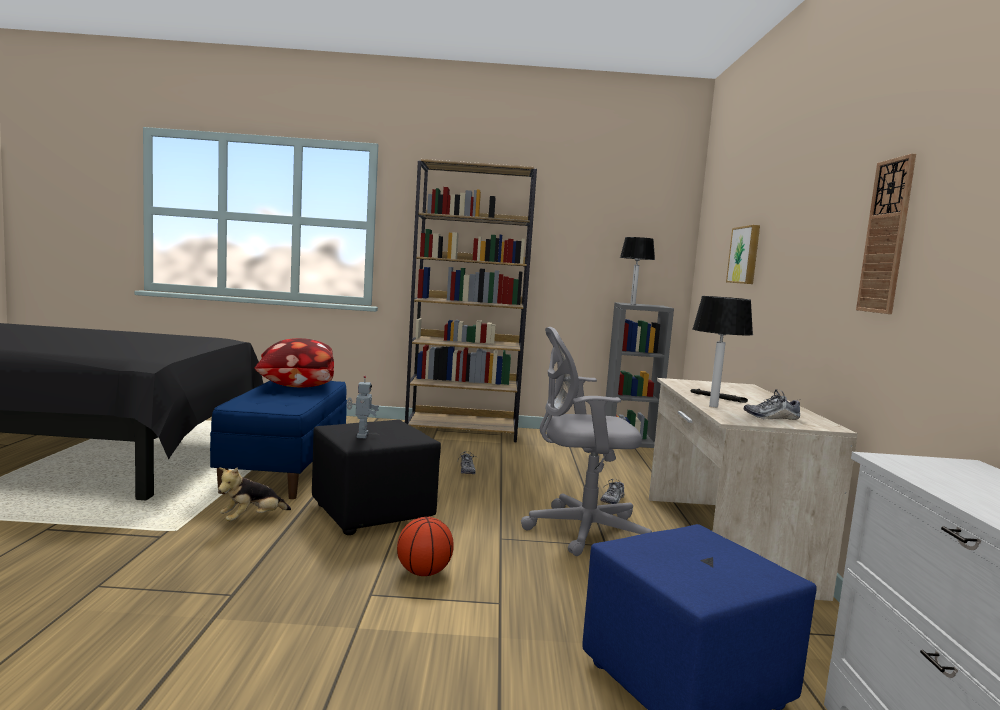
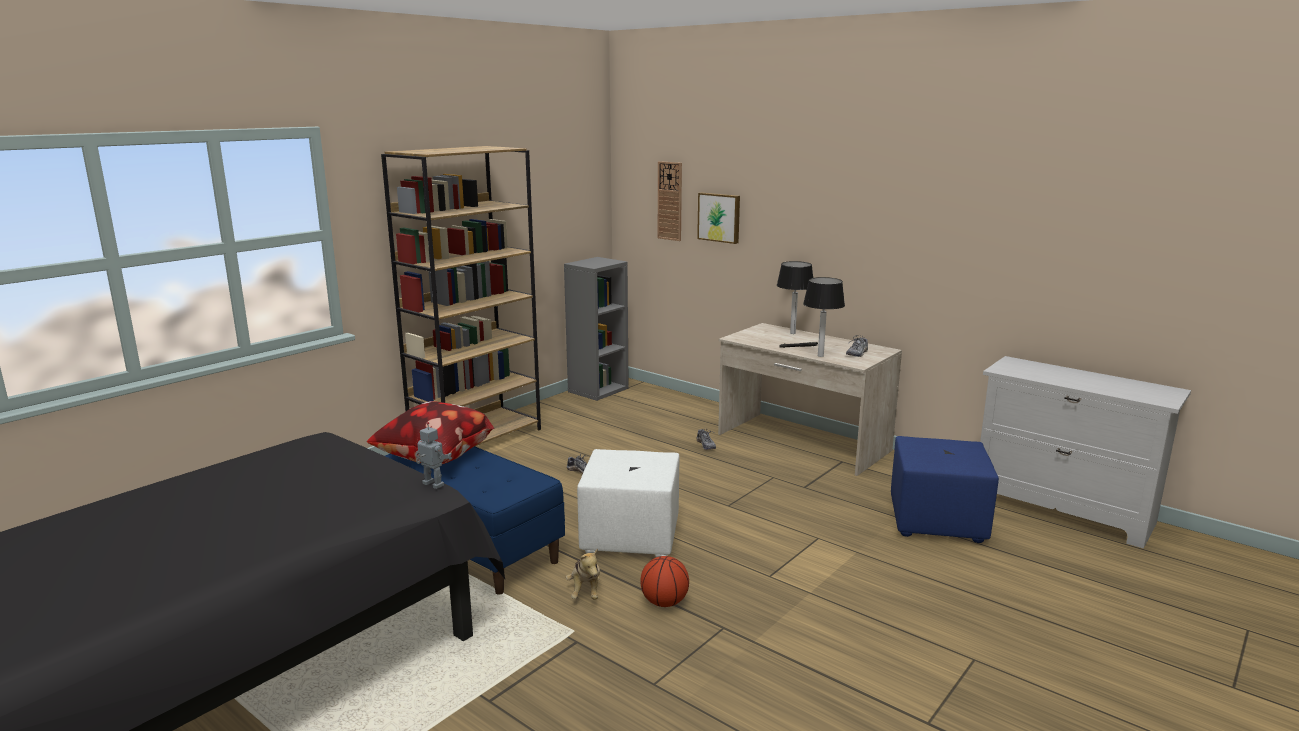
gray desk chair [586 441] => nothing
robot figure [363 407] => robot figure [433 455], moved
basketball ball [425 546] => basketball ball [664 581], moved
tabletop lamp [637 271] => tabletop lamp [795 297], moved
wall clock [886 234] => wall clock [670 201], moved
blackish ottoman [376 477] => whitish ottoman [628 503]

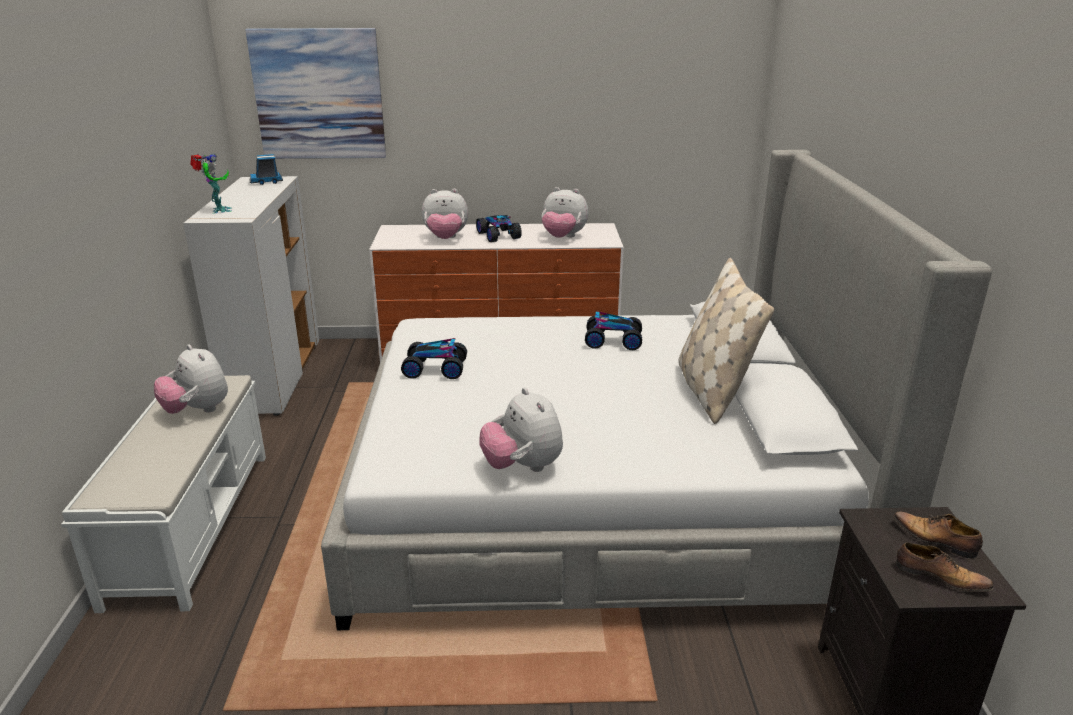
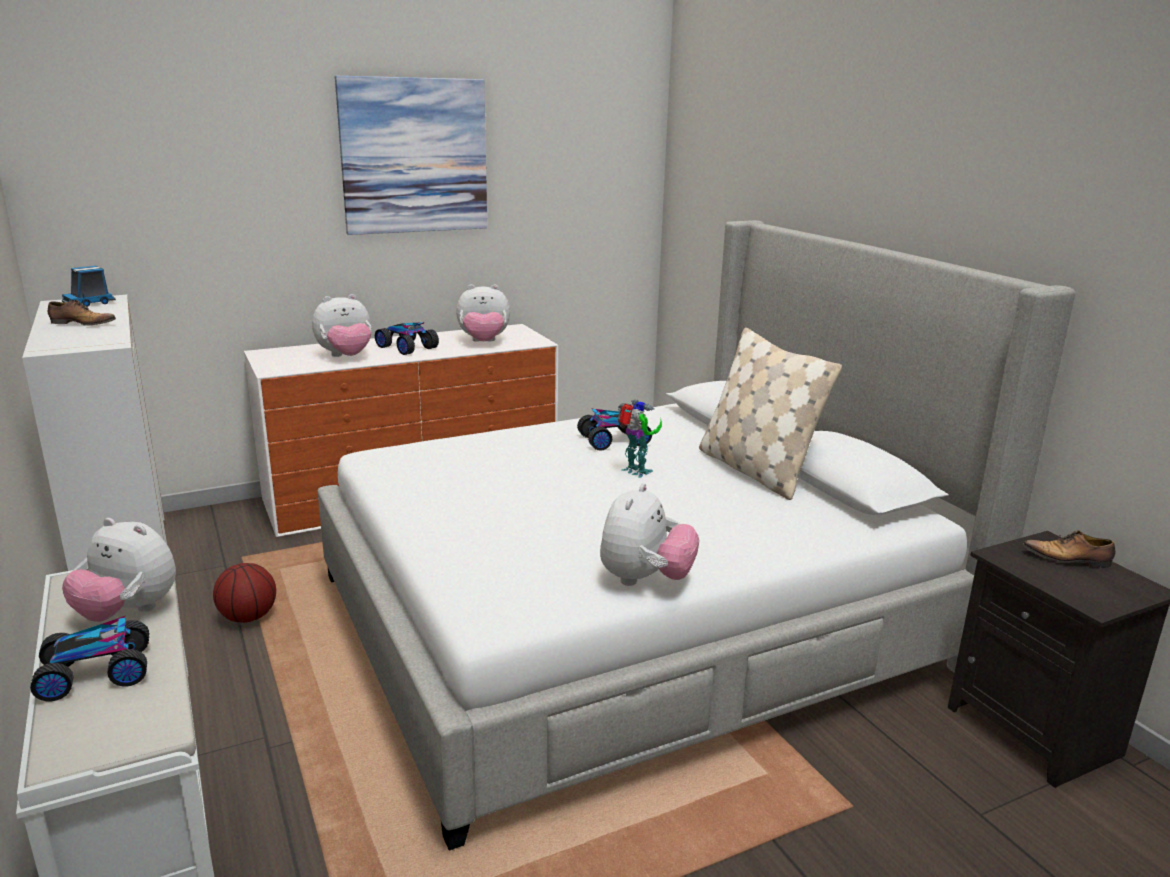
nothing => basketball ball [244 593]
robot figure [211 183] => robot figure [639 439], moved
wall art [315 93] => wall art [411 155], moved
toy car [434 358] => toy car [89 658], moved
shoe [944 567] => shoe [82 312], moved
soft toy [521 429] => soft toy [649 534], 105 degrees counterclockwise

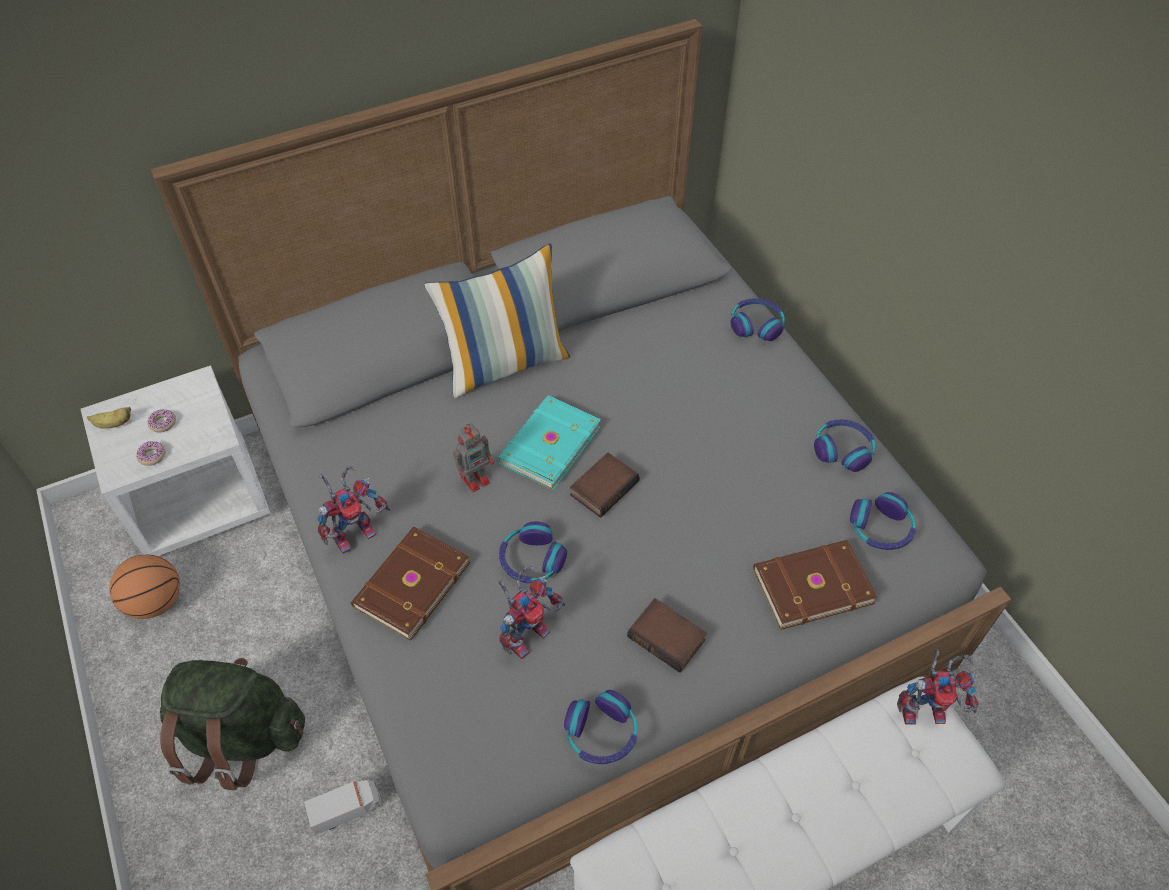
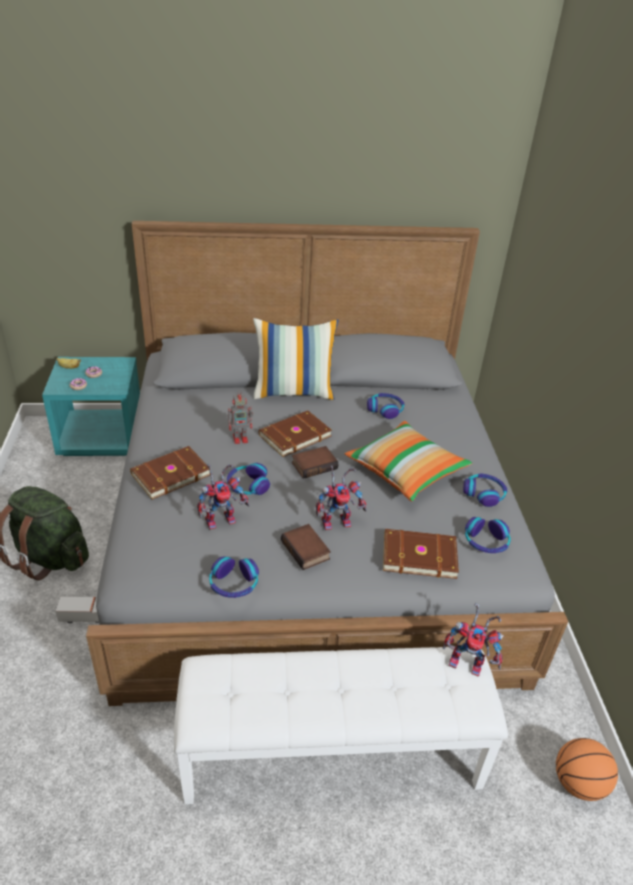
nothing => throw pillow [408 461]
basketball ball [144 587] => basketball ball [587 769], moved
robot figure [354 510] => robot figure [341 498], moved
pair of headphones [757 319] => pair of headphones [386 406], moved
whitish night table [176 460] => turquoise-coloured night table [91 406]
turquoise-coloured bound book [549 442] => brown-coloured bound book [295 433]

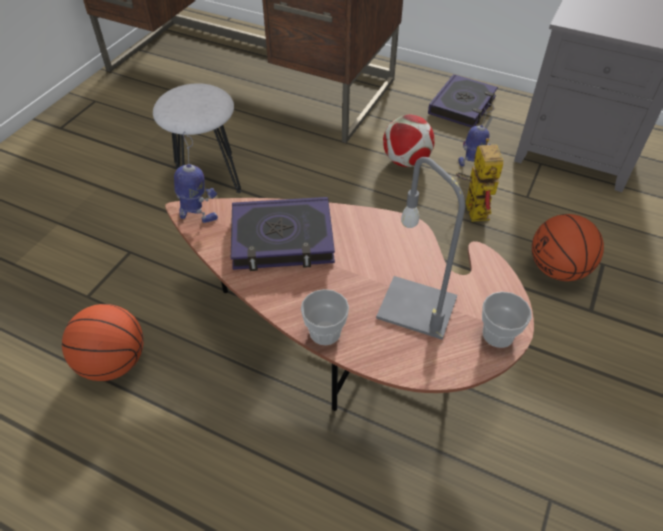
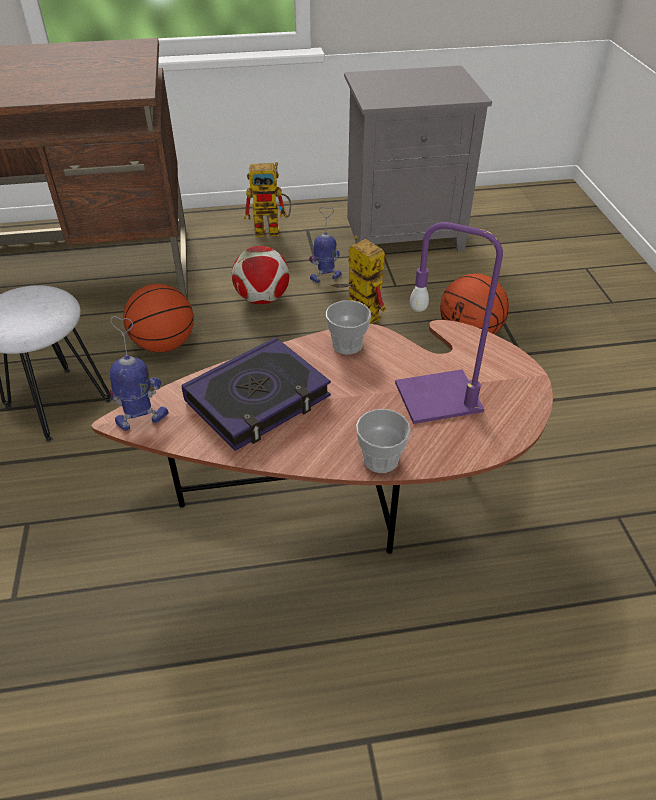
basketball ball [103 342] => basketball ball [158 318], moved
cup [507 320] => cup [348 327], moved
bound book [463 101] => robot figure [267 199]
gray tabletop lamp [420 248] => purple-coloured tabletop lamp [449 323]

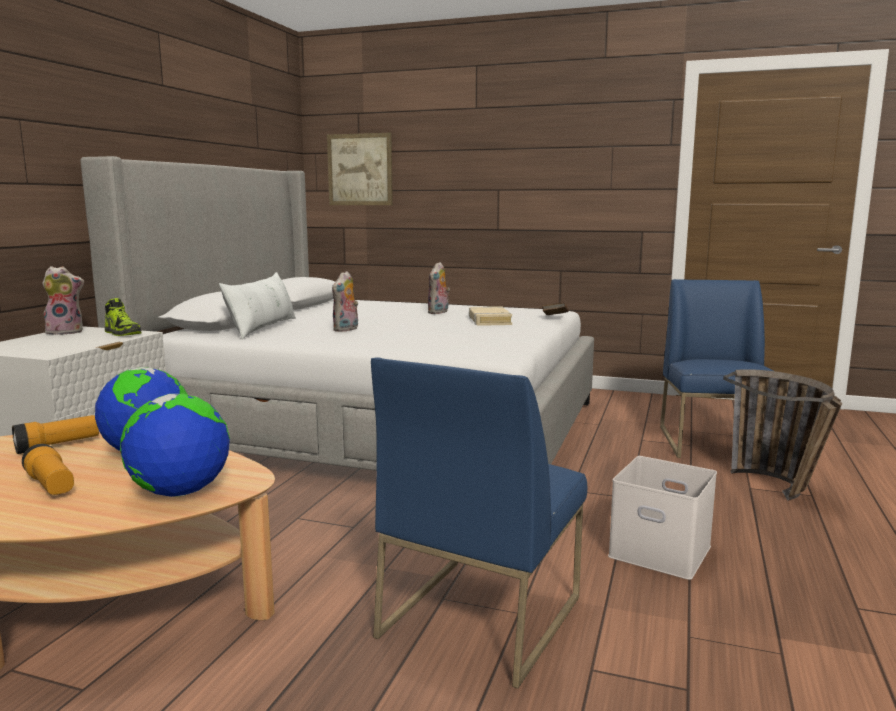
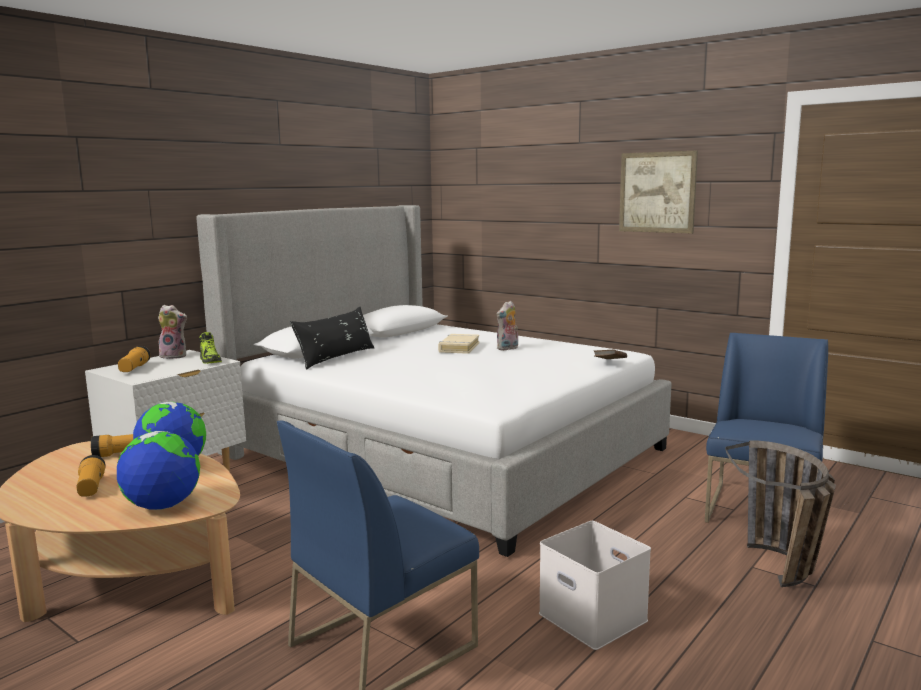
soft toy [345 301] => nothing
nothing => flashlight [134 359]
wall art [360 169] => wall art [658 192], moved
sand-coloured bound book [490 316] => sand-coloured bound book [458 344], moved
whitish throw pillow [257 305] => blackish throw pillow [332 338]

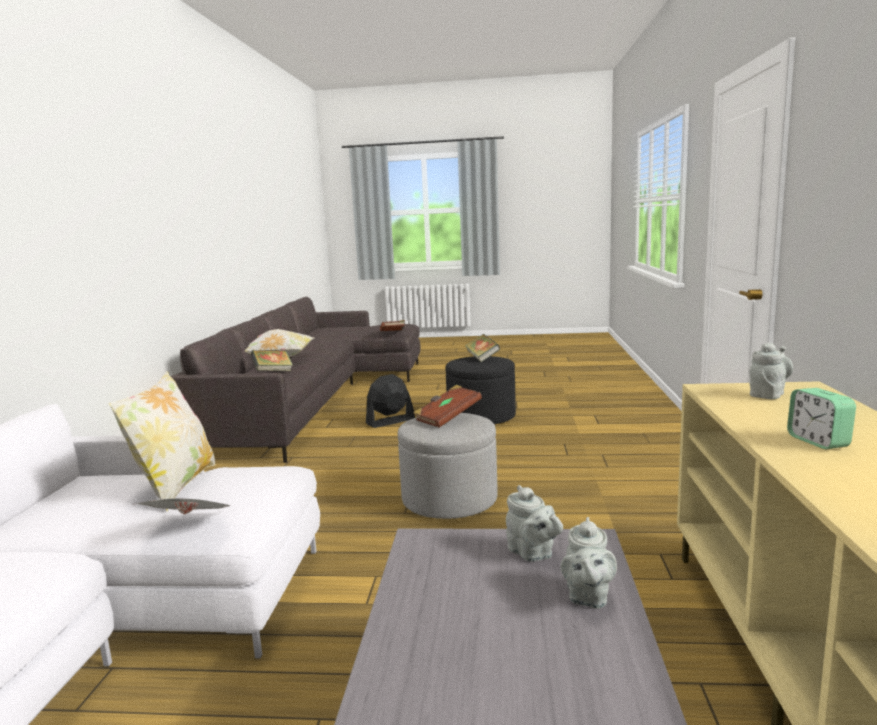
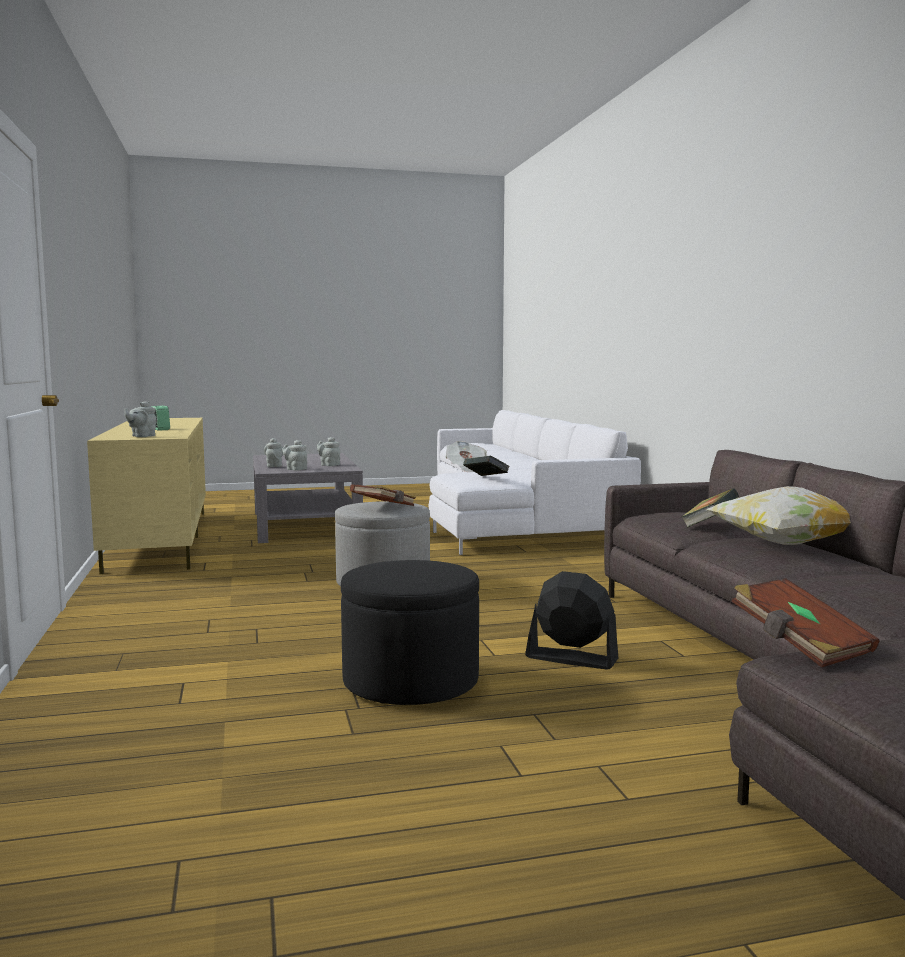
throw pillow [162 441] => nothing
nothing => gray pot for tea [328 451]
bound book [482 348] => bound book [486 466], moved
blackish cooling fan [390 401] => blackish cooling fan [571 620], 105 degrees counterclockwise

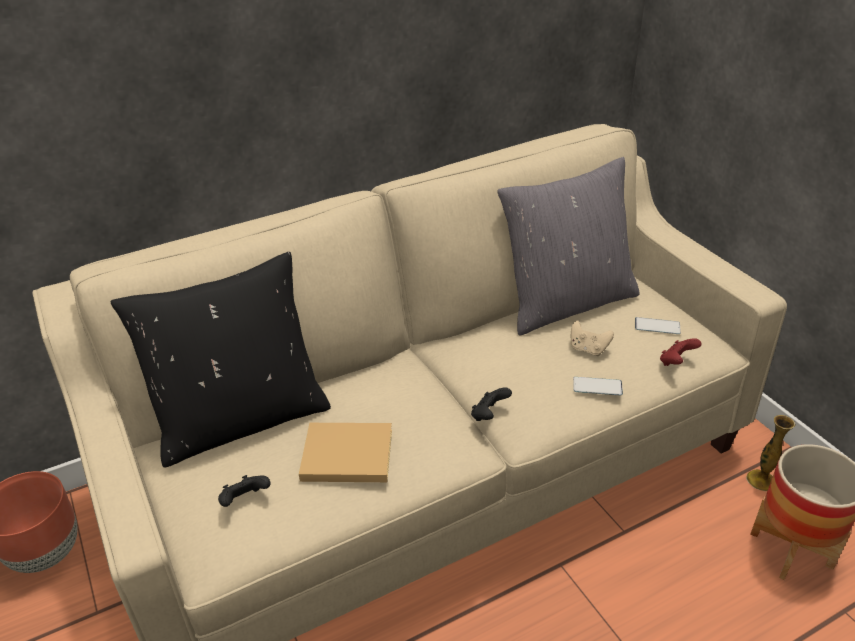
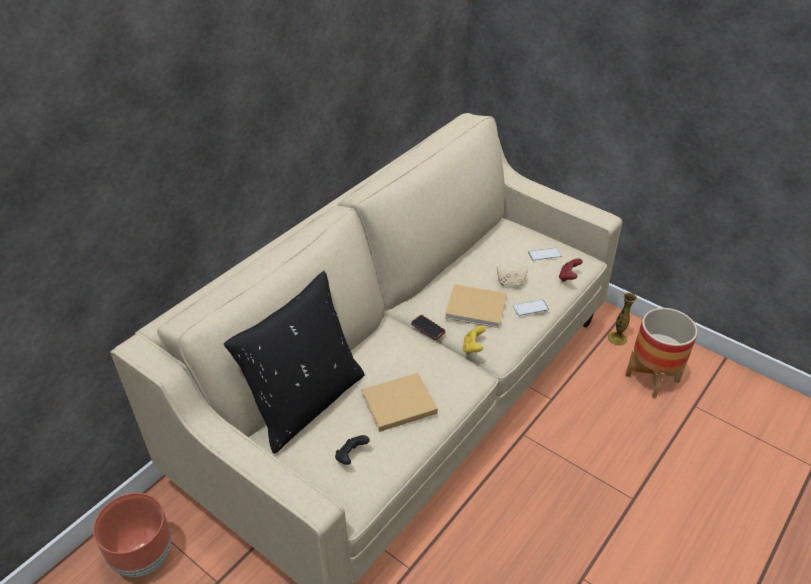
gray throw pillow [568 246] => nothing
nothing => telephone [428 327]
nothing => sand-coloured bound book [476 306]
blackish joypad [491 404] => yellowish joypad [474 340]

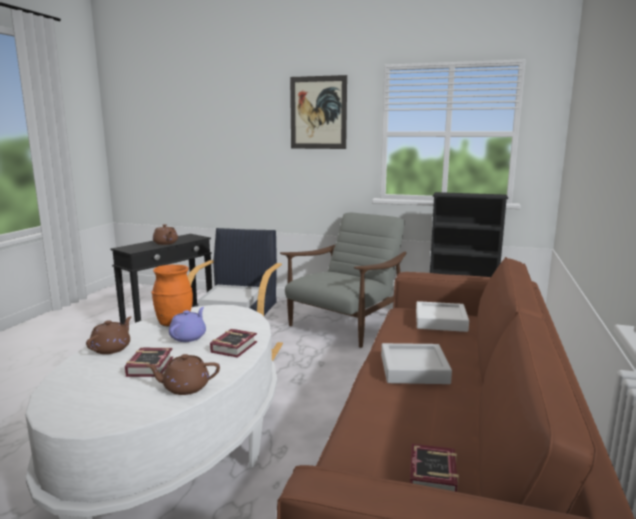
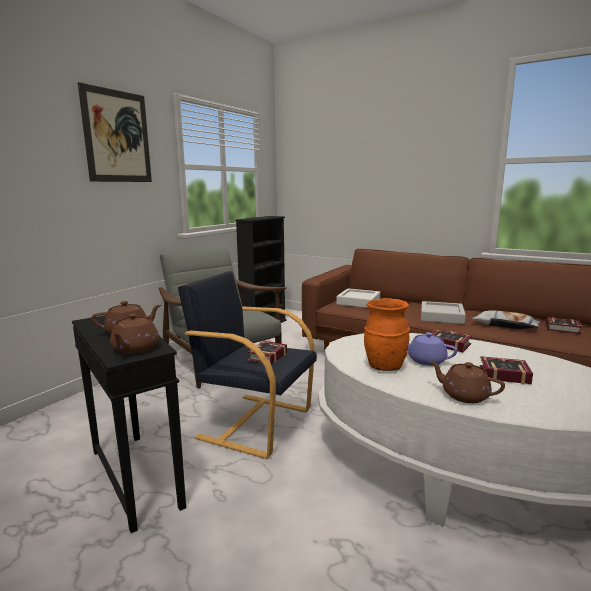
nothing => throw pillow [506 319]
brown-coloured pot for tea [182 374] => brown-coloured pot for tea [134 334], moved
whitish carrying tray [228 296] => bound book [267 352]

